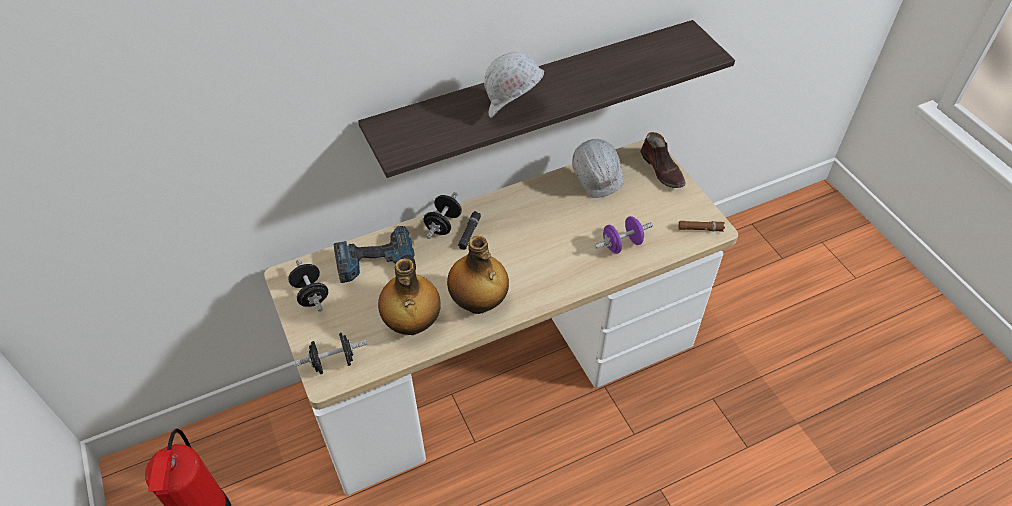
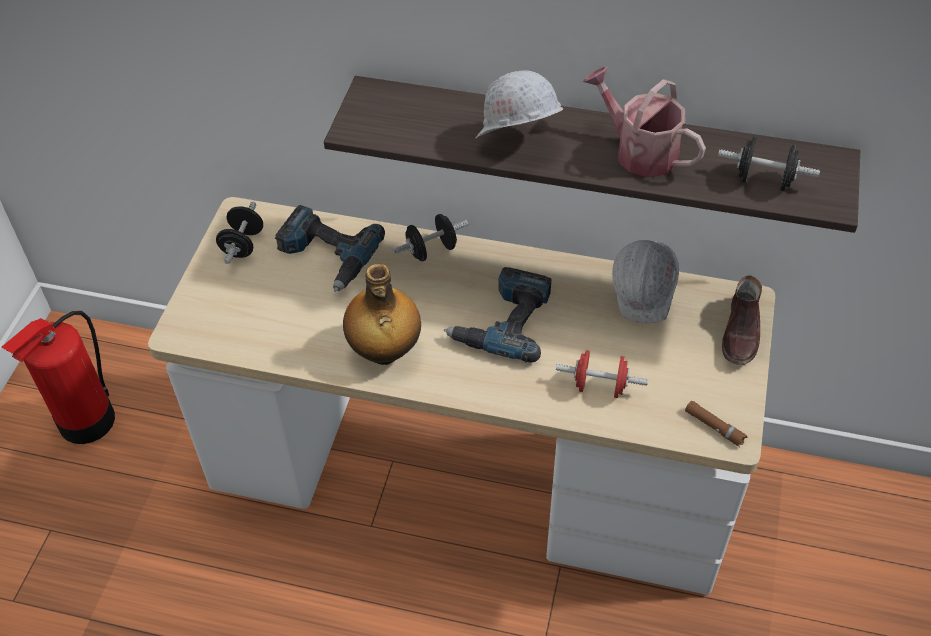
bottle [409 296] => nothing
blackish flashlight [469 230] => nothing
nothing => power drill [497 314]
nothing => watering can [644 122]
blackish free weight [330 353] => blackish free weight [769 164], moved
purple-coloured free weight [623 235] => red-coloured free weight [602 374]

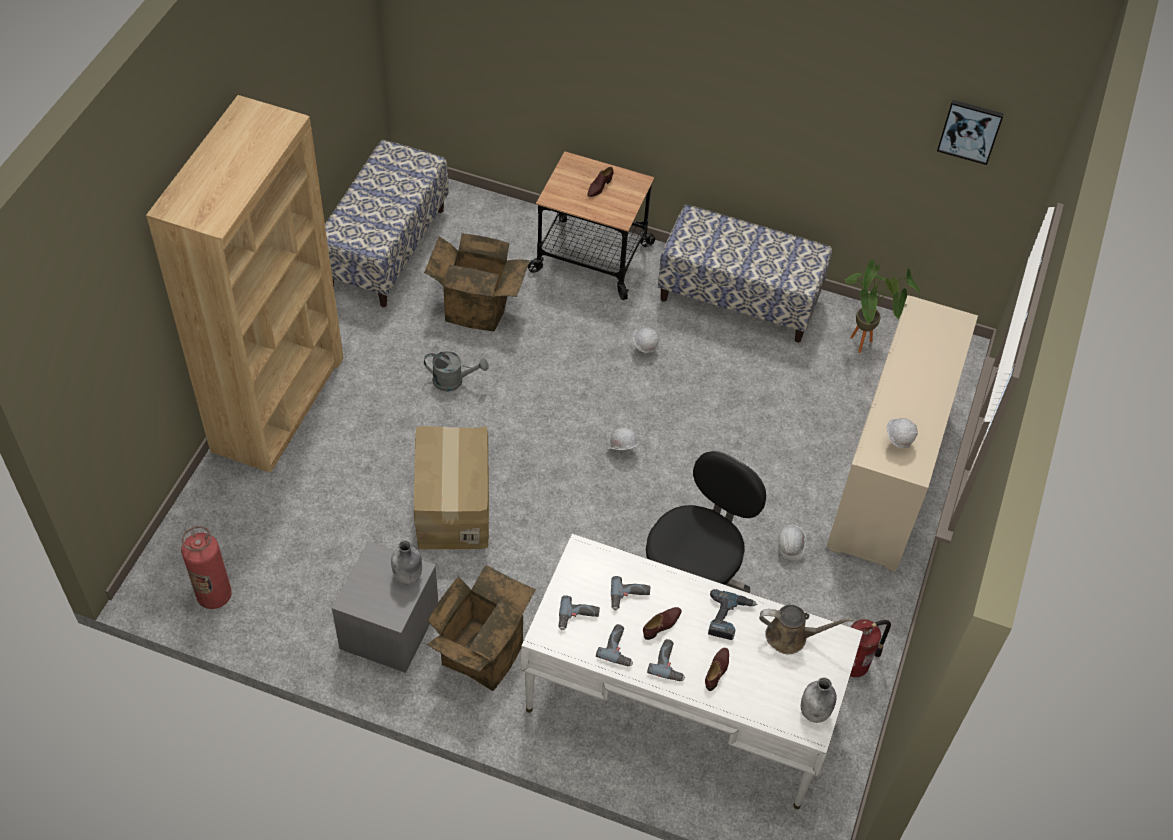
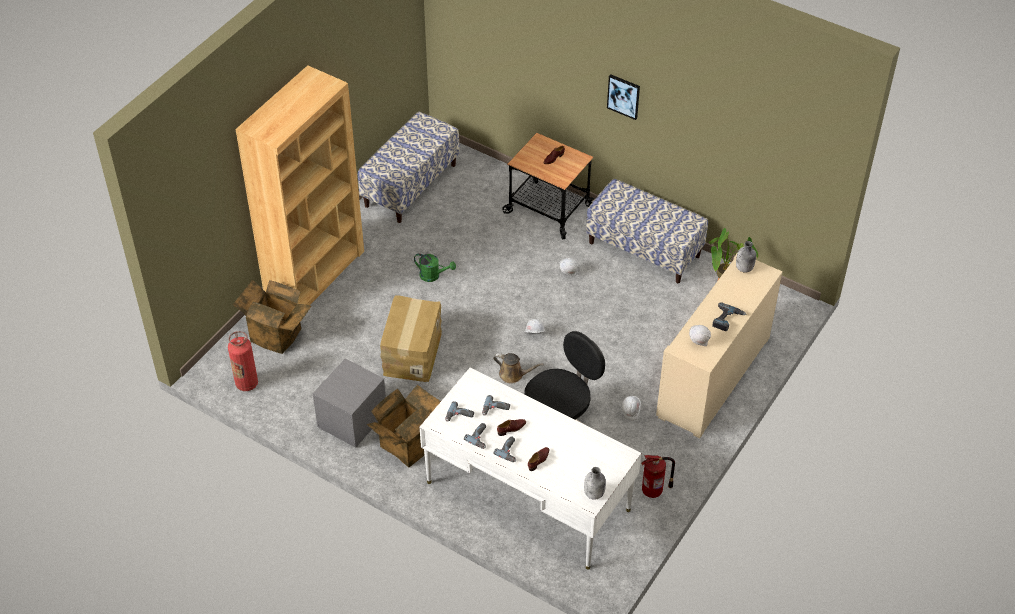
gray bottle [406 562] => gray bottle [746 257], moved
carton [477 282] => carton [271 317], moved
power drill [733 614] => power drill [729 316], moved
brown-coloured watering can [806 629] => brown-coloured watering can [518 368], moved
wall art [970 132] => wall art [623 97], moved
gray watering can [456 371] => greenish watering can [435 268]

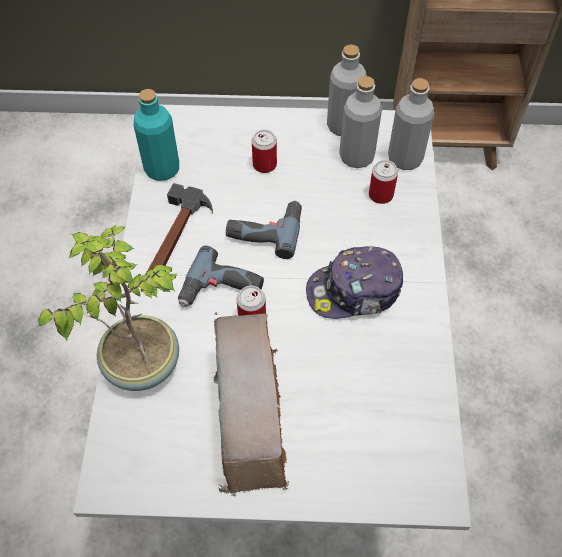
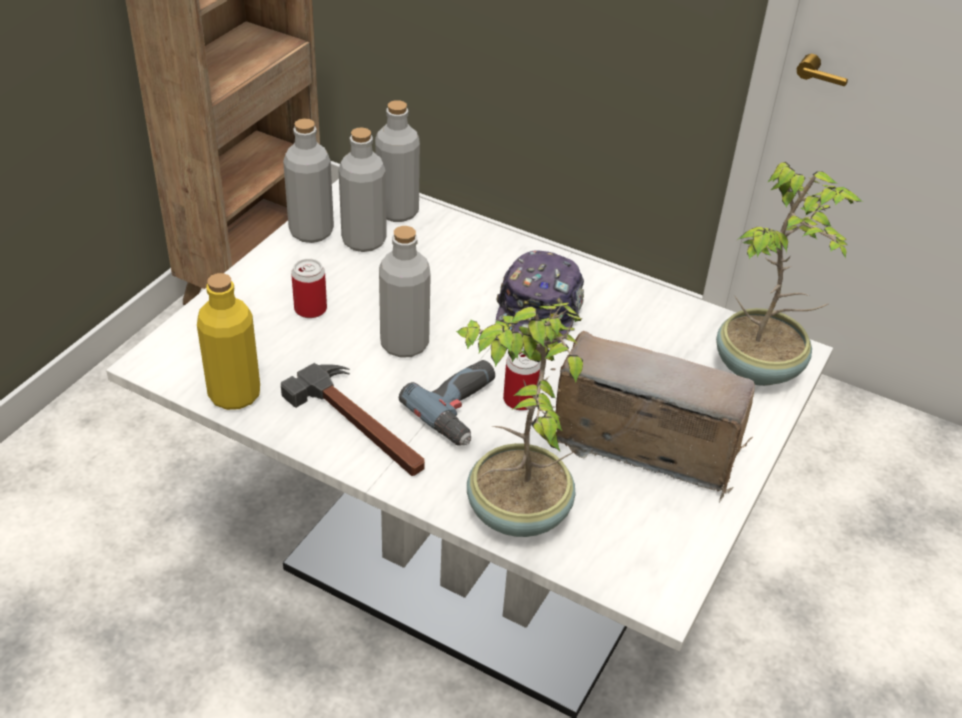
sealed can [383 182] => nothing
nothing => potted plant [789 274]
power drill [264 230] => gray bottle [405 292]
turquoise-coloured bottle [156 135] => yellowish bottle [228 341]

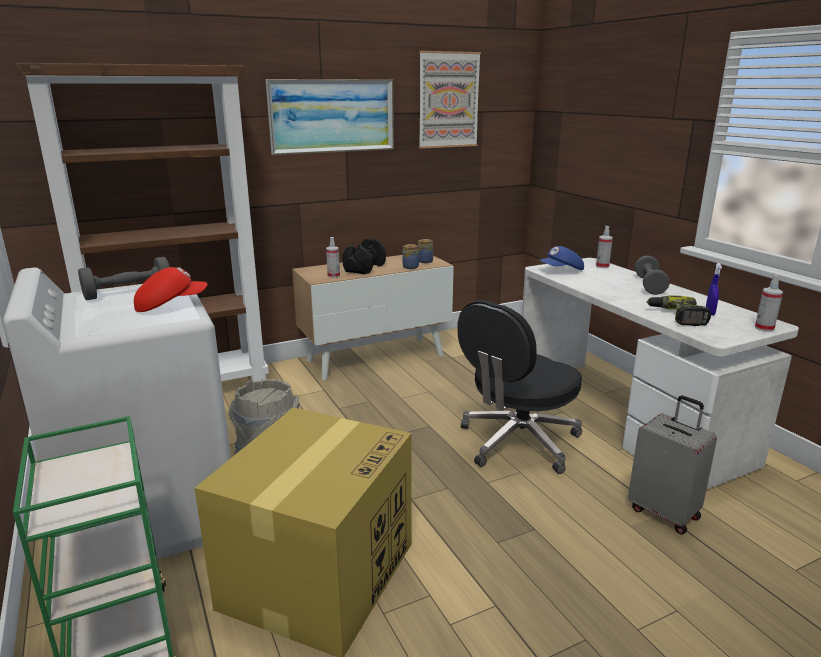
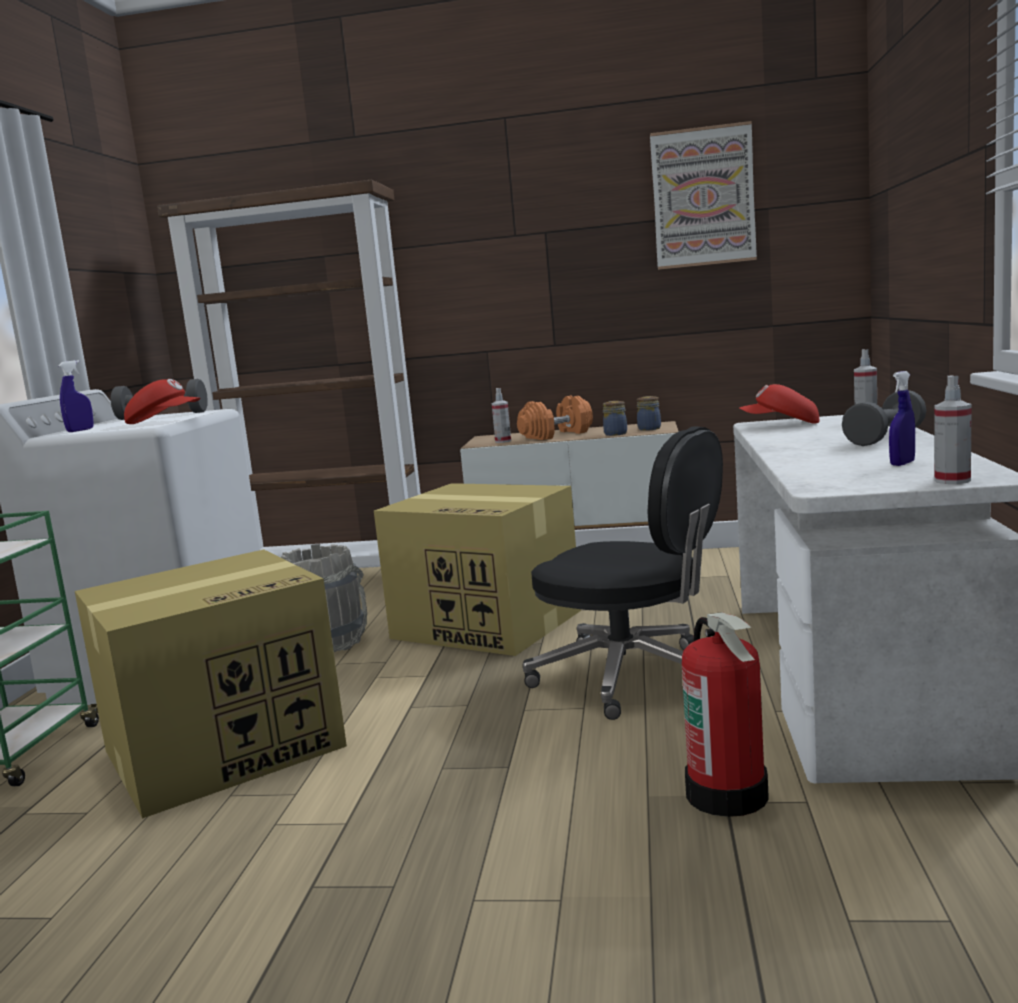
wall art [330 117] => nothing
power drill [679 310] => nothing
nothing => blue hand sprayer [76 396]
nothing => carton [477 569]
gray travel case [672 464] => extinguisher [725 714]
blackish free weight [364 256] => orange free weight [555 417]
blue baseball cap [561 258] => red-coloured baseball cap [779 404]
blackish desk chair [520 387] => blackish desk chair [623 573], 135 degrees counterclockwise

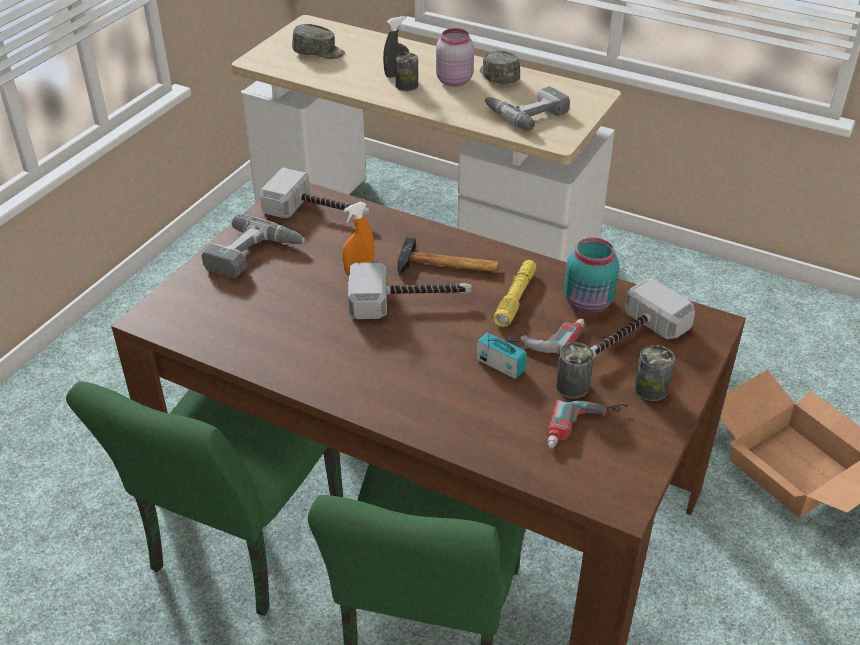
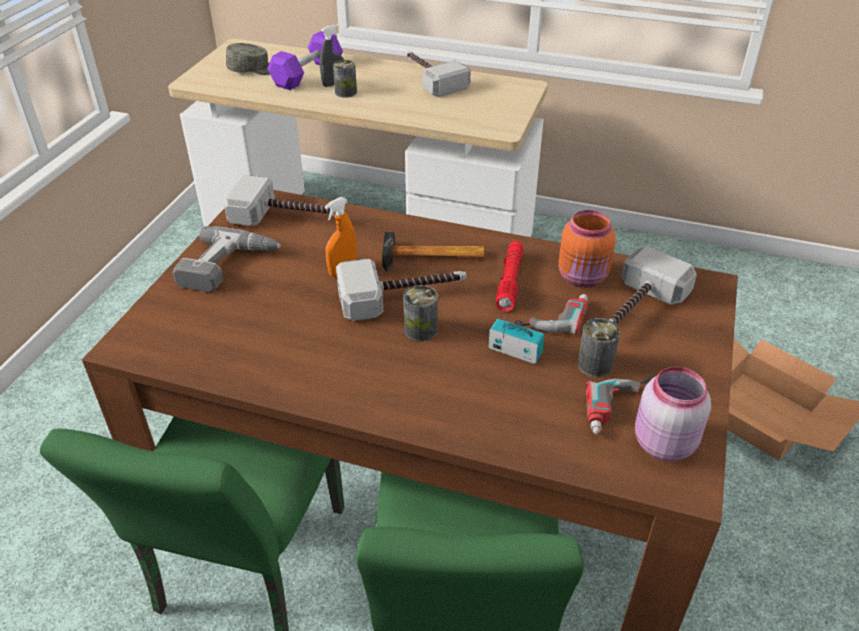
power drill [527 108] => nothing
nothing => purple-coloured free weight [305 60]
pink-coloured storage jar [455 57] => pink-coloured storage jar [673 414], moved
sealed can [654 373] => sealed can [420 313], moved
gray baseball cap [500 67] => hand hammer [438 74]
yellowish flashlight [514 293] => red-coloured flashlight [509 276]
turquoise-coloured storage jar [591 275] => orange storage jar [587 249]

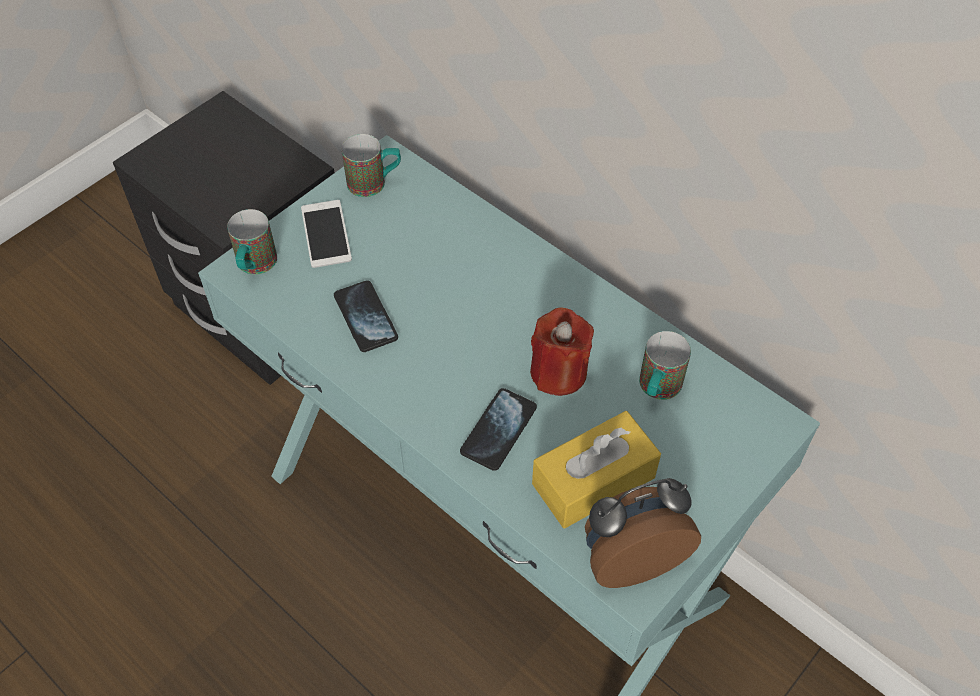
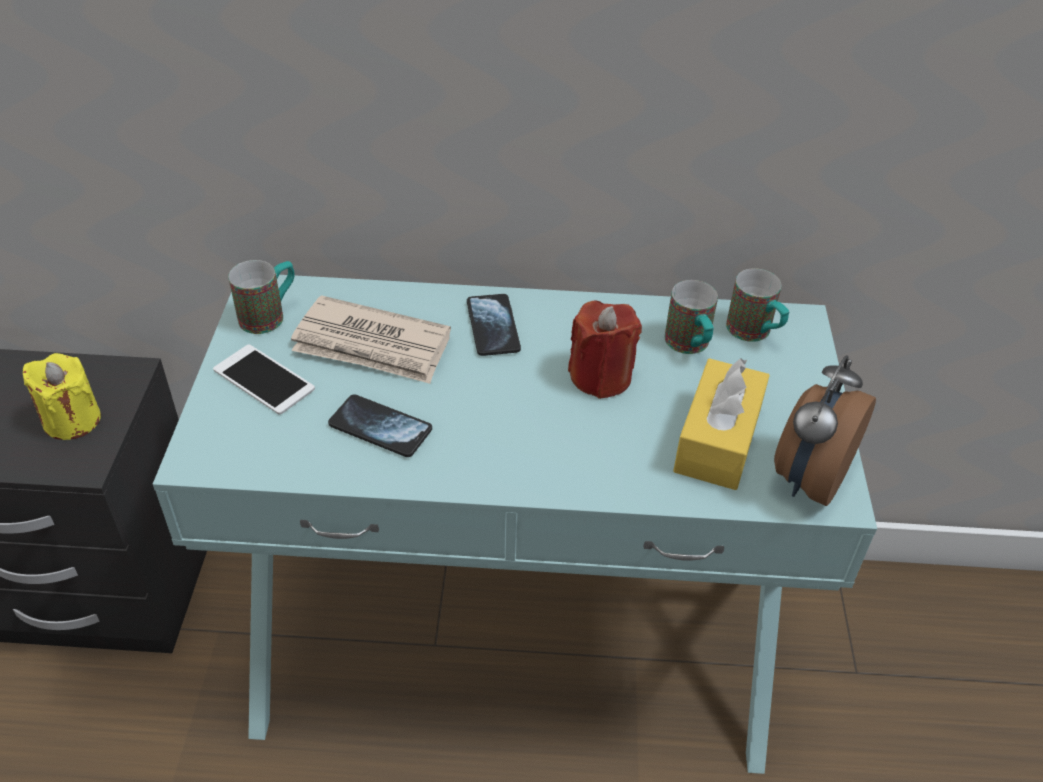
nothing => yellowish candle [62 396]
nothing => daily paper [371 339]
mug [252 242] => mug [757 305], moved
telephone [498 429] => telephone [494 325], moved

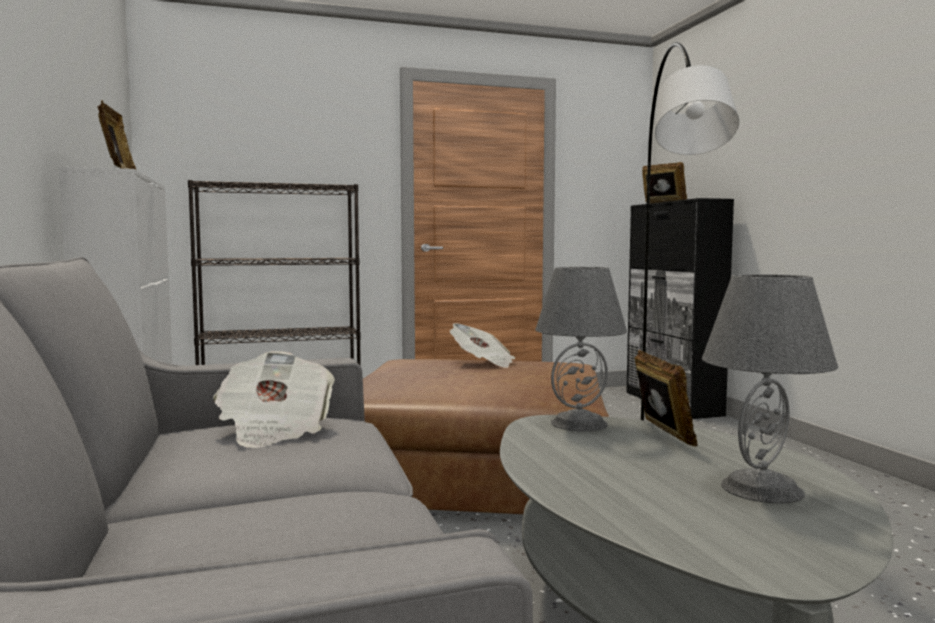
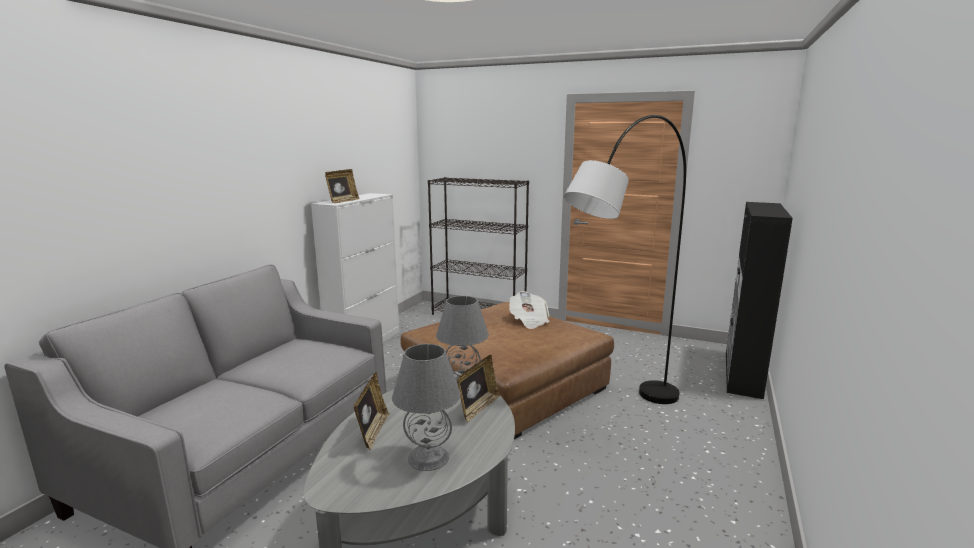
daily paper [274 399] => nothing
standing frame [664 182] => standing frame [371 411], moved

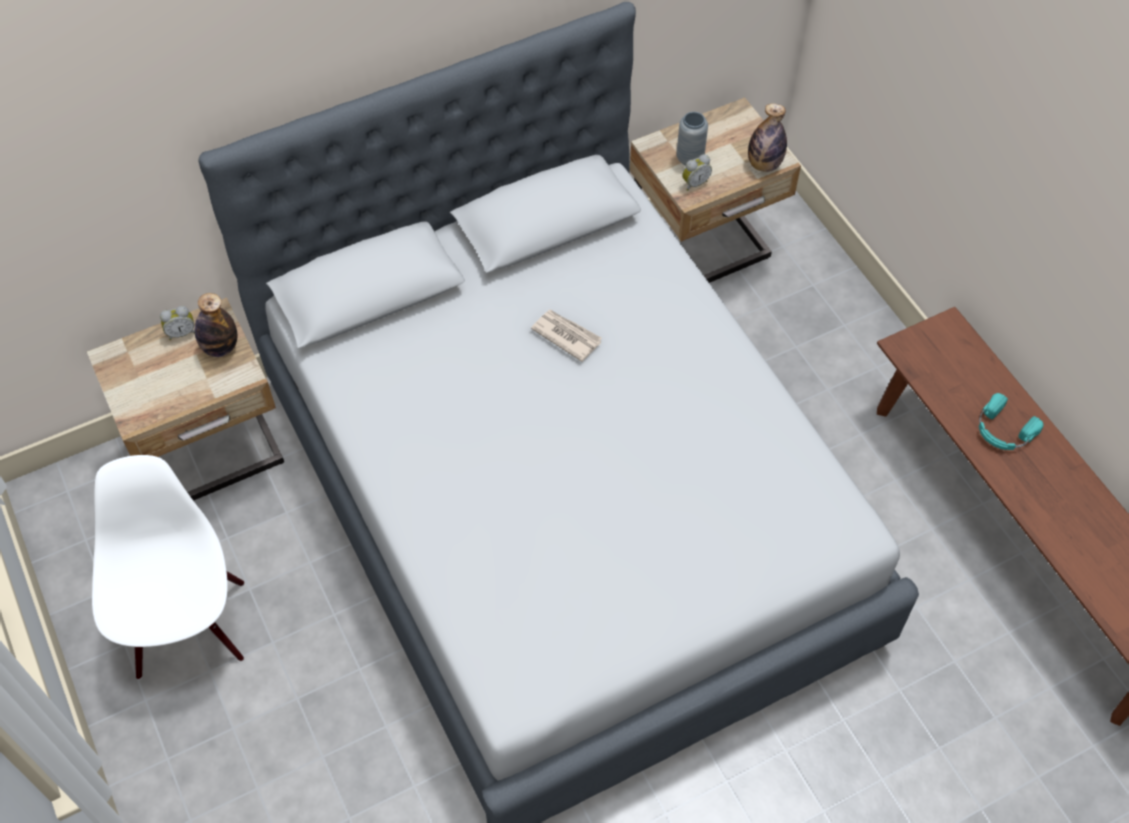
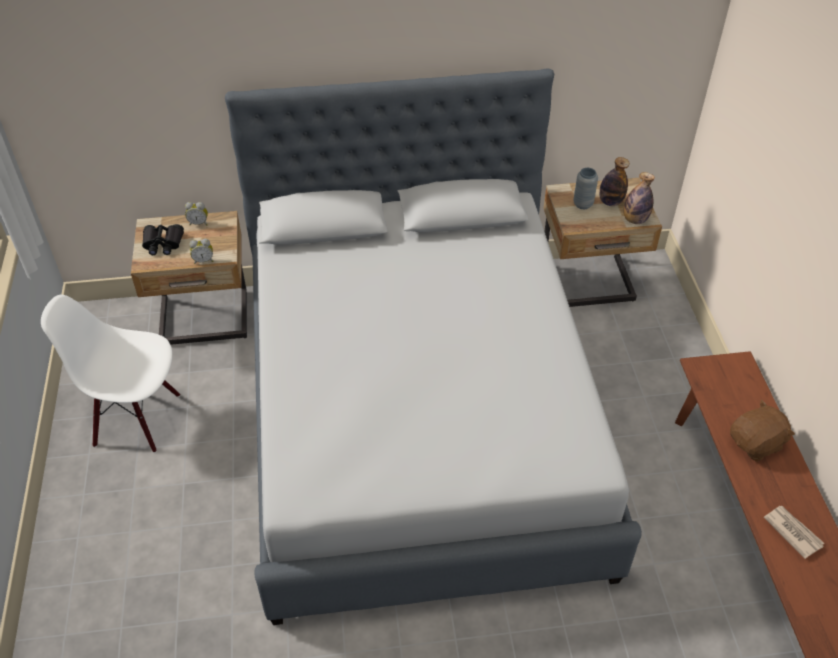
nothing => blackish pair of binoculars [163 239]
bottle [216 325] => bottle [614 181], moved
daily paper [566 336] => daily paper [794 532], moved
alarm clock [697 172] => alarm clock [201 251], moved
turquoise-coloured pair of headphones [1011 421] => brown-coloured soft toy [762 431]
whitish upright chair [168 567] => whitish upright chair [110 374], 90 degrees counterclockwise

